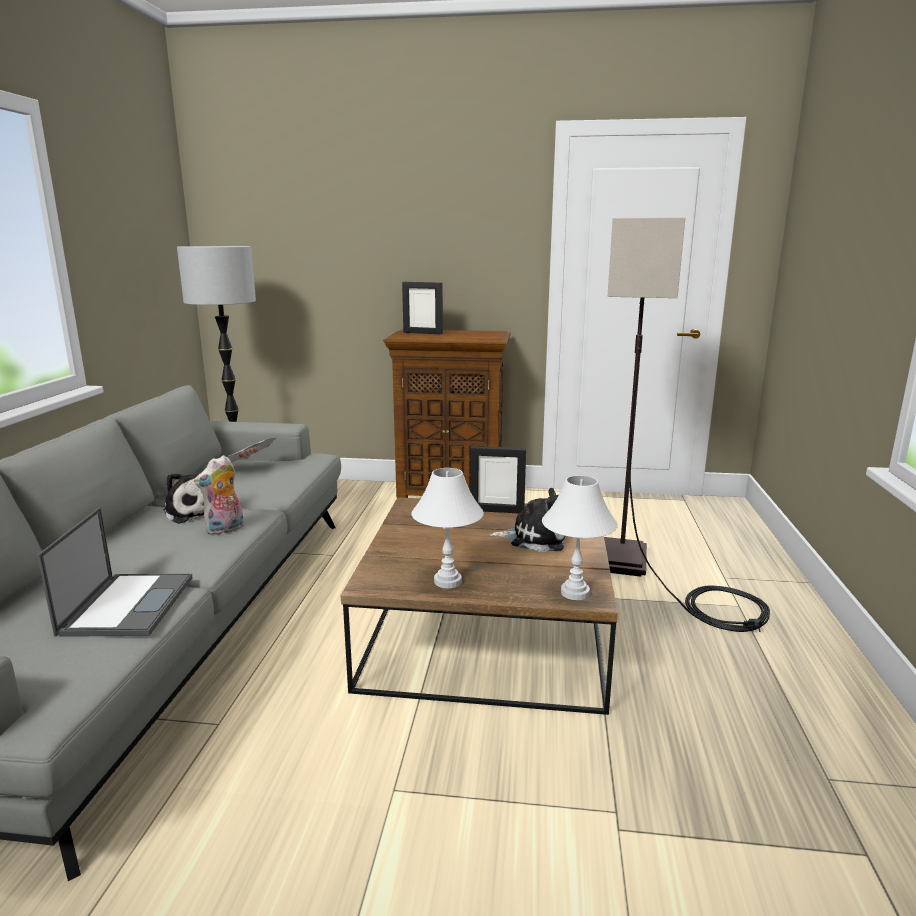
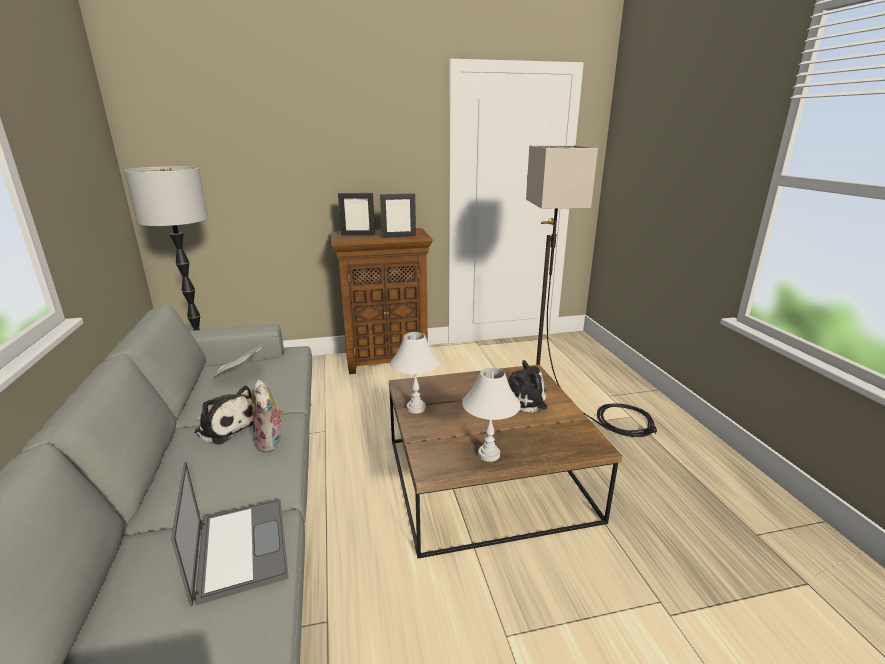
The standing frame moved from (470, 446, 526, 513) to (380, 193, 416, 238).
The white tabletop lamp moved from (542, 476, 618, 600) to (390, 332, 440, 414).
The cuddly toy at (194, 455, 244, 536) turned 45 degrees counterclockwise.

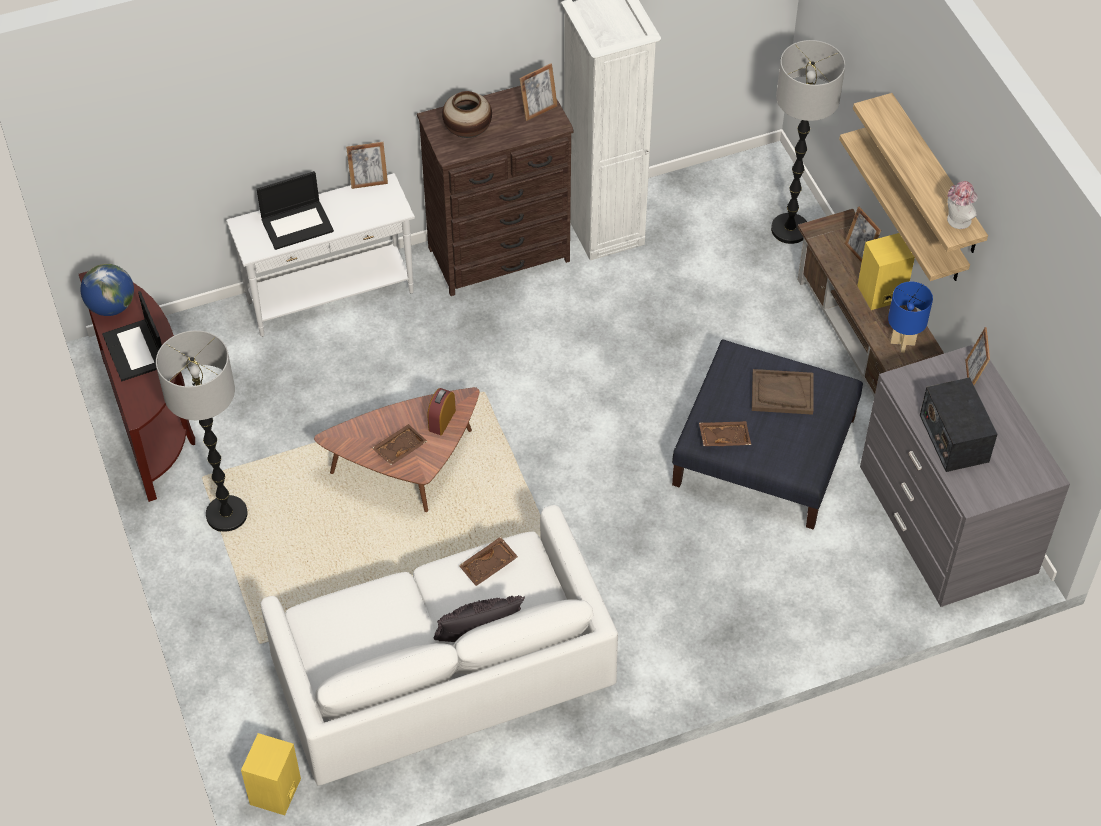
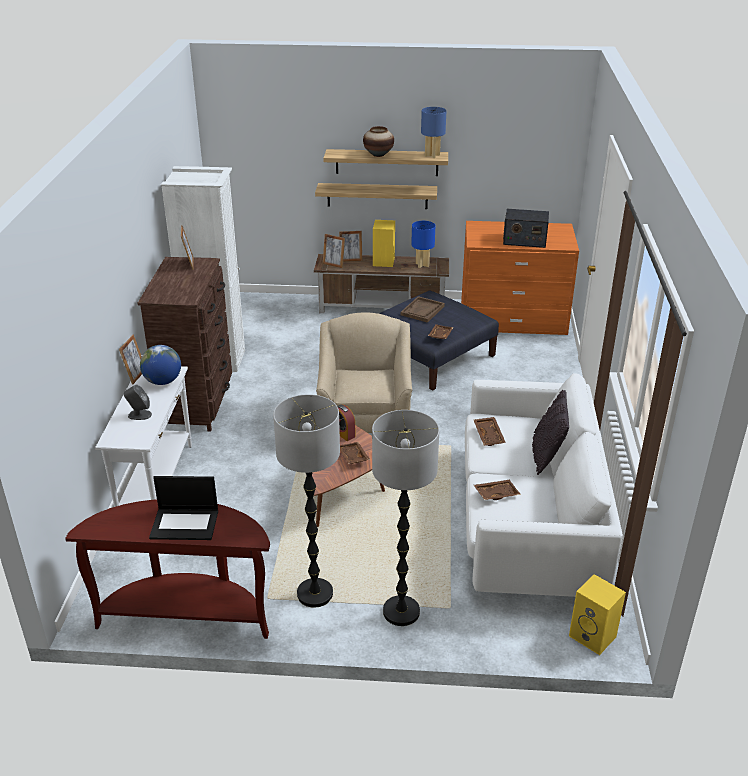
The beige-coloured lounge chair at (316, 312, 412, 433) appeared.
The brownish carrying tray at (474, 479, 521, 500) appeared.
The globe moved from (81, 264, 134, 316) to (140, 345, 181, 385).
The decorative vase moved from (442, 91, 492, 138) to (363, 126, 394, 157).
The standing lamp moved from (771, 40, 845, 244) to (372, 410, 439, 626).
The standing frame moved from (965, 327, 990, 385) to (323, 234, 345, 268).
The laptop at (257, 171, 334, 250) was replaced by the grey audio speaker at (124, 385, 152, 420).
The hat at (947, 181, 978, 229) was replaced by the blue-coloured tabletop lamp at (421, 107, 446, 158).
The grey chest of drawers at (860, 344, 1070, 607) became the orangey chest of drawers at (461, 221, 579, 335).

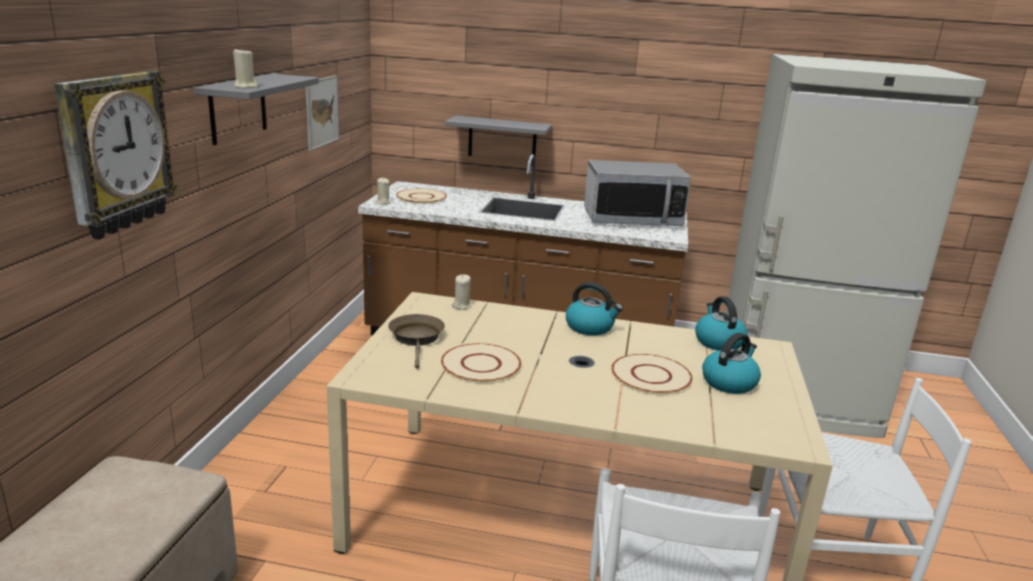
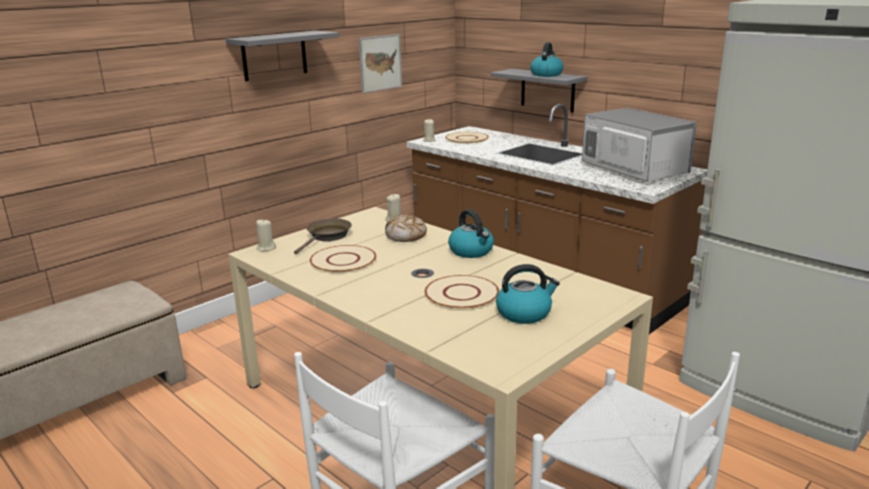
The hanging clock at (54, 71, 177, 239) disappeared.
The baked bread at (385, 215, 427, 242) appeared.
The beige-coloured wax light moved from (233, 47, 258, 88) to (256, 220, 276, 252).
The water kettle moved from (695, 296, 748, 351) to (530, 43, 563, 77).
The microwave at (584, 160, 691, 226) turned 150 degrees counterclockwise.

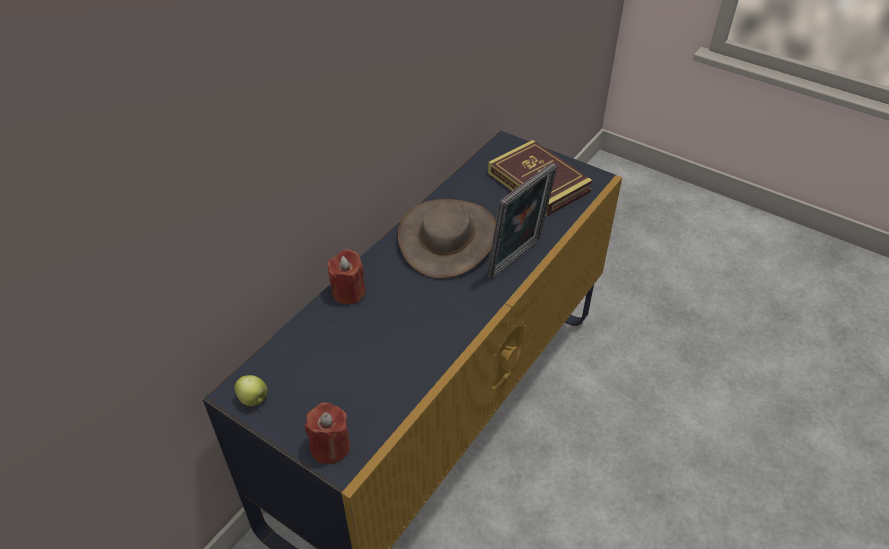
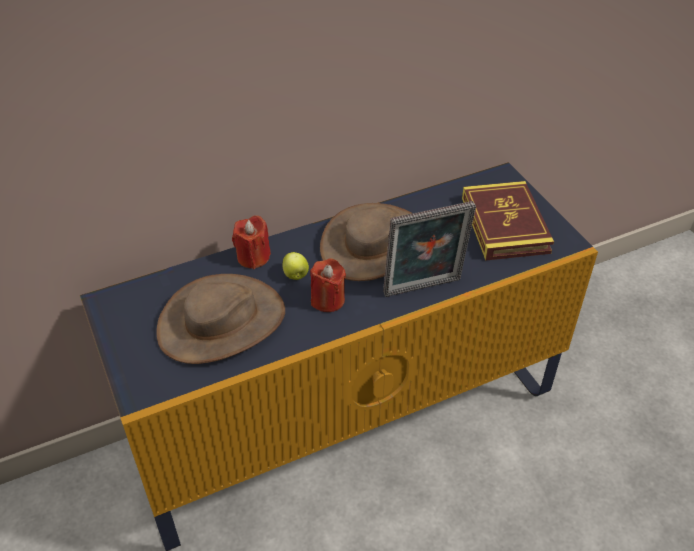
The brownish hat at (156, 274, 285, 364) appeared.
The whole apple moved from (234, 375, 267, 406) to (283, 252, 309, 280).
The red wax light moved from (305, 403, 350, 464) to (310, 258, 346, 312).

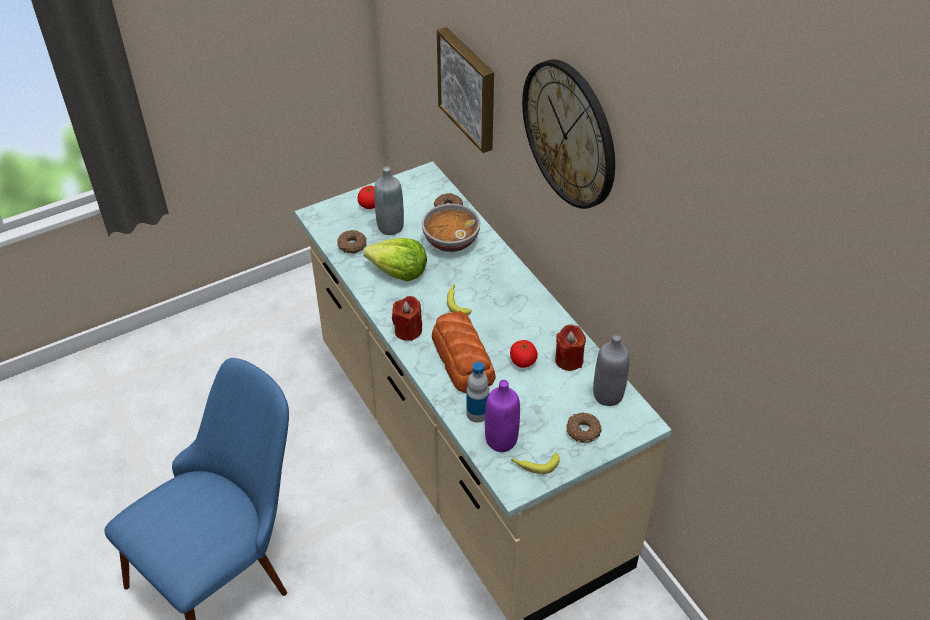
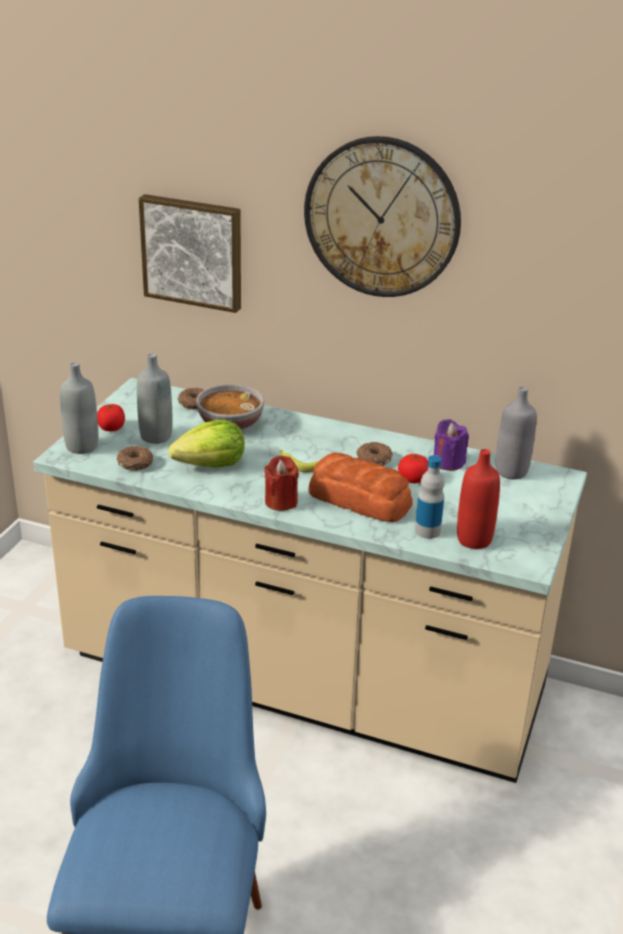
The whole banana at (510, 453, 560, 474) disappeared.
The grey beverage bottle at (60, 362, 98, 454) appeared.
The doughnut moved from (566, 413, 602, 443) to (356, 442, 393, 466).
The purple beverage bottle at (485, 380, 520, 452) became the red beverage bottle at (457, 449, 500, 549).
The red wax light at (555, 325, 586, 371) became the purple wax light at (434, 419, 469, 471).

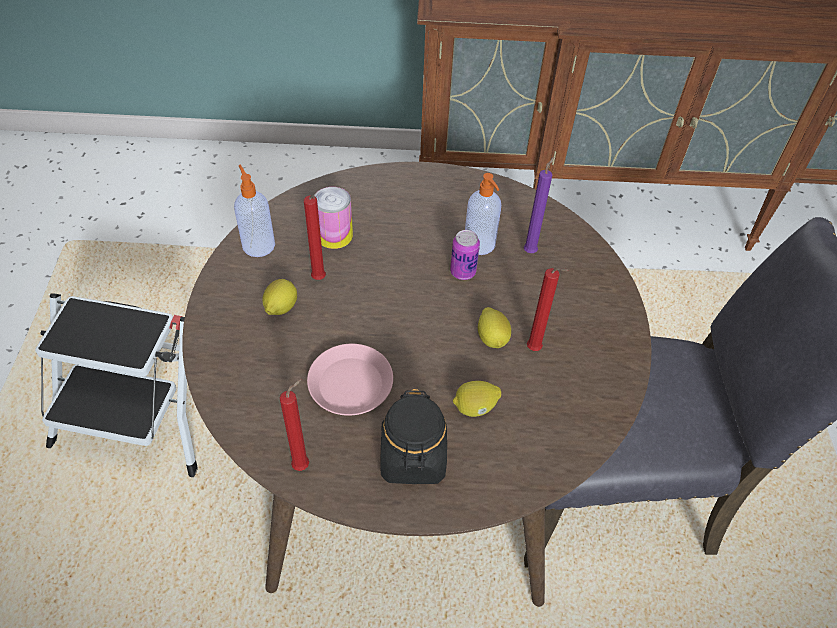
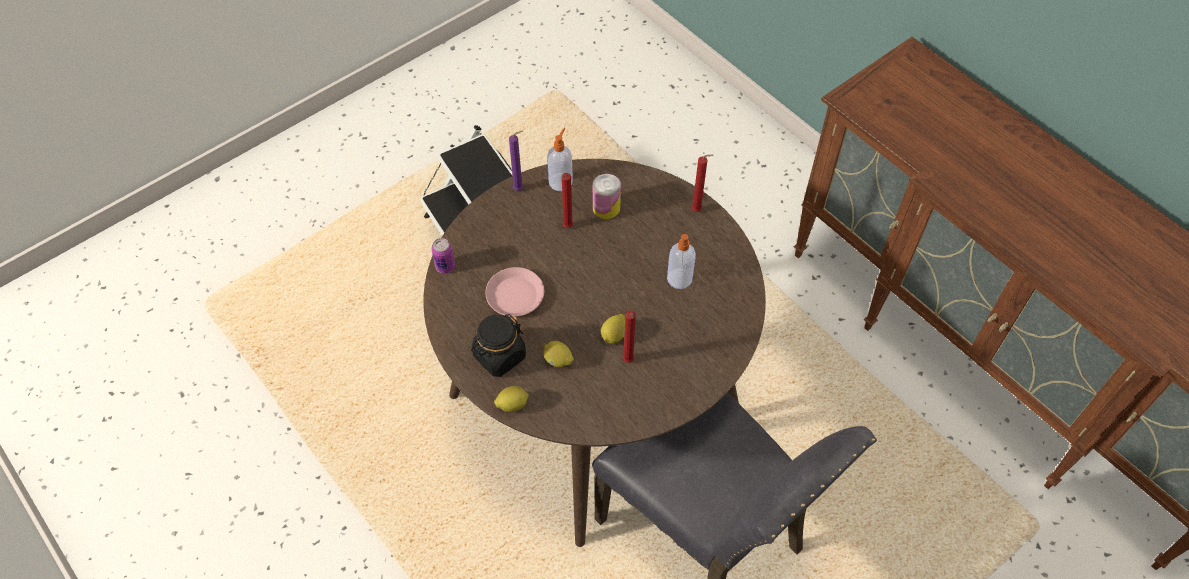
The lemon moved from (262, 279, 297, 315) to (494, 386, 529, 412).
The red wax light moved from (280, 379, 309, 471) to (691, 154, 713, 212).
The sealed can moved from (450, 230, 480, 280) to (431, 238, 455, 274).
The purple wax light moved from (524, 157, 554, 253) to (509, 131, 523, 191).

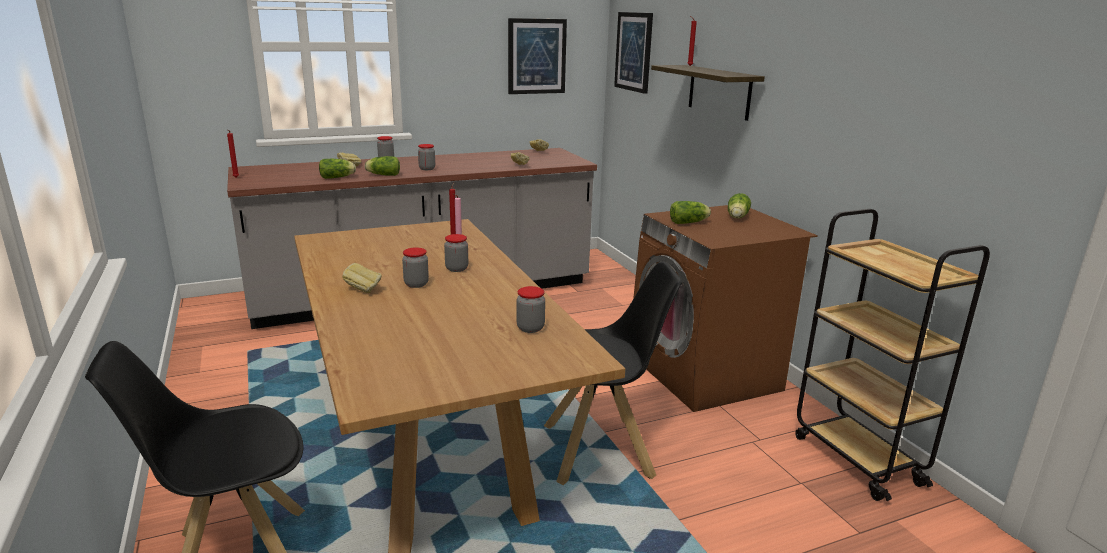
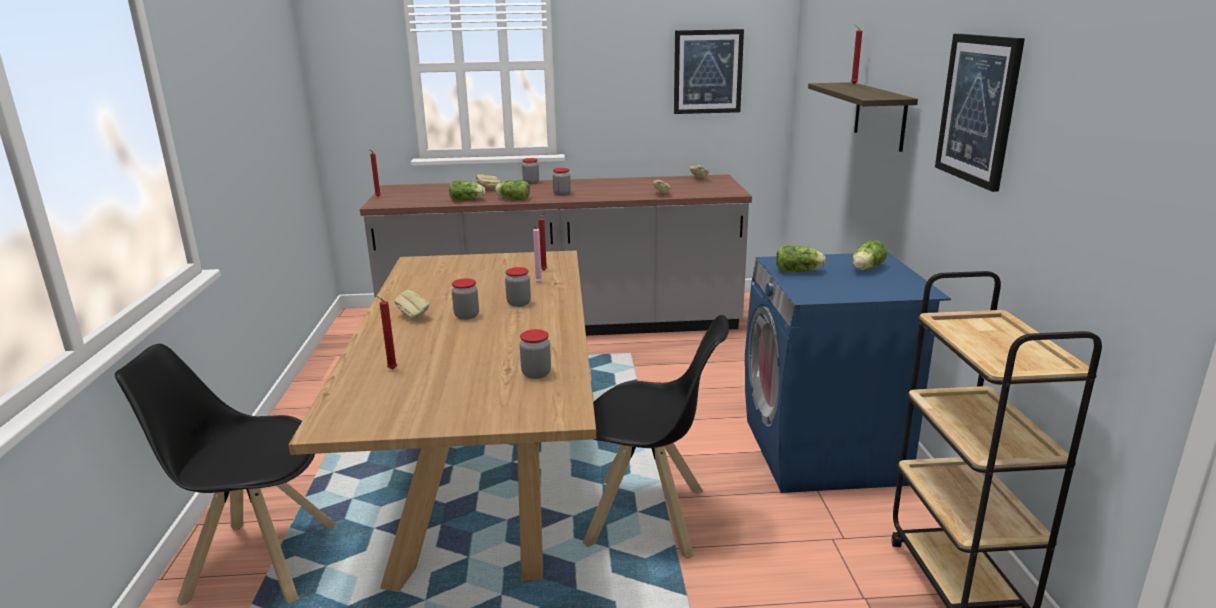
The red wax light at (374, 295, 397, 370) appeared.
The wall art moved from (614, 12, 653, 94) to (935, 33, 1025, 192).
The brownish washing machine at (633, 205, 818, 412) became the blue-coloured washing machine at (745, 252, 951, 493).

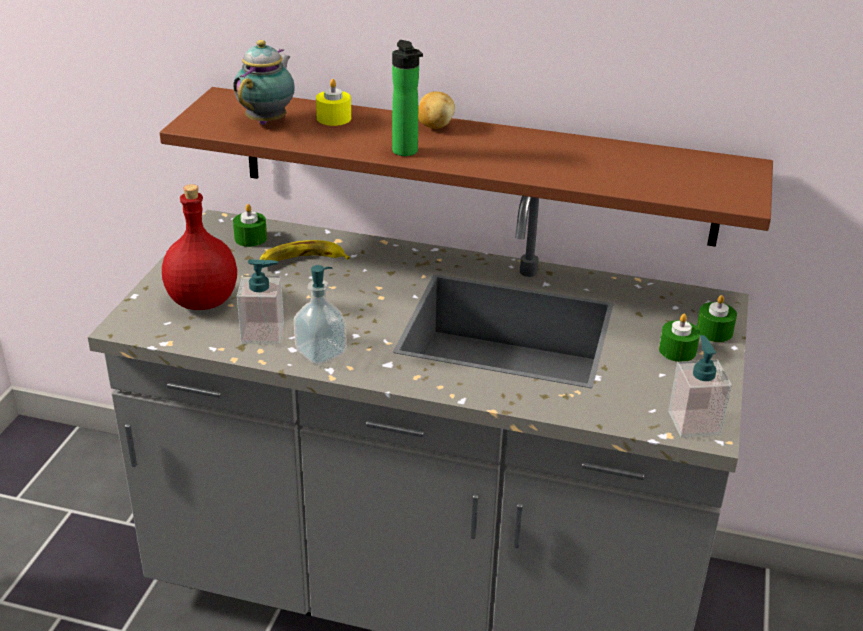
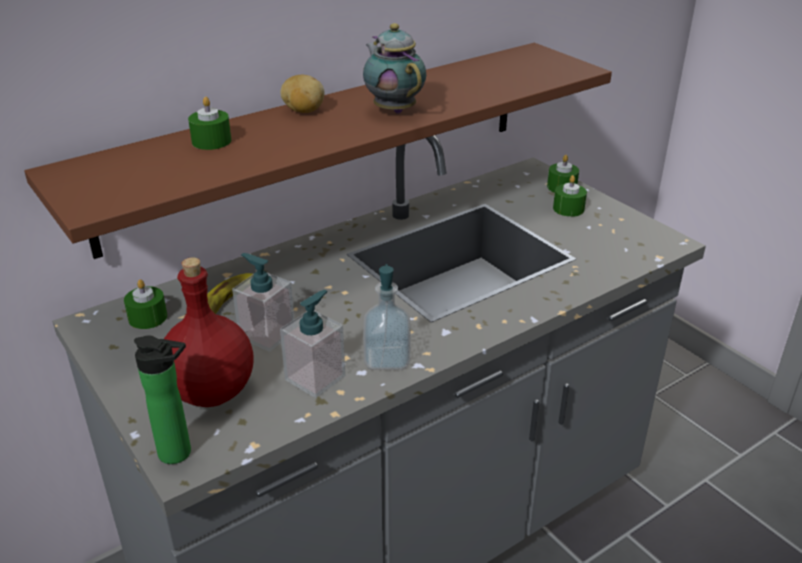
The teapot moved from (233, 40, 295, 125) to (363, 23, 426, 114).
The beverage bottle moved from (392, 40, 423, 156) to (134, 336, 191, 464).
The liquid soap bottle moved from (668, 335, 732, 438) to (232, 253, 294, 352).
The yellow-coloured wax light at (316, 79, 351, 126) became the greenish wax light at (188, 97, 231, 150).

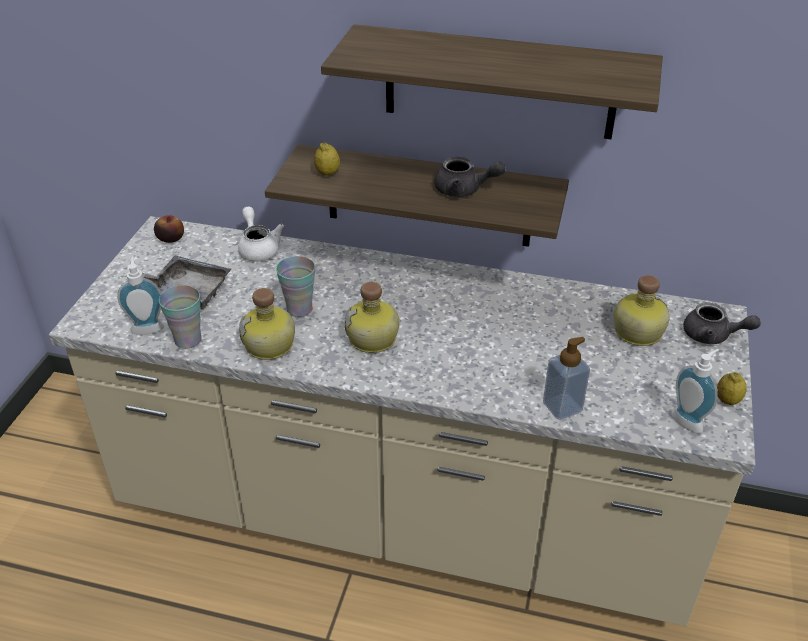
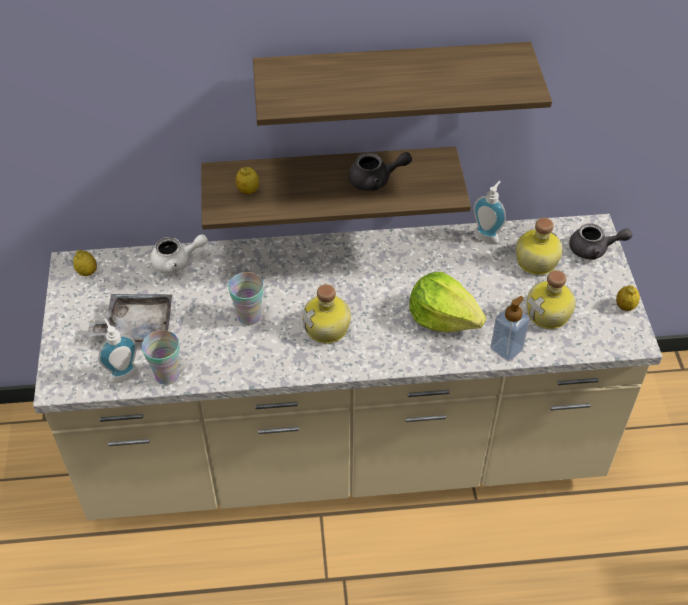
The head of lettuce at (409, 271, 486, 332) appeared.
The beverage bottle moved from (239, 288, 295, 360) to (527, 270, 576, 329).
The liquid soap bottle moved from (672, 349, 719, 433) to (474, 181, 506, 243).
The whole apple at (154, 215, 184, 243) was replaced by the lemon at (73, 250, 97, 276).
The white teapot at (238, 207, 284, 262) turned 120 degrees clockwise.

